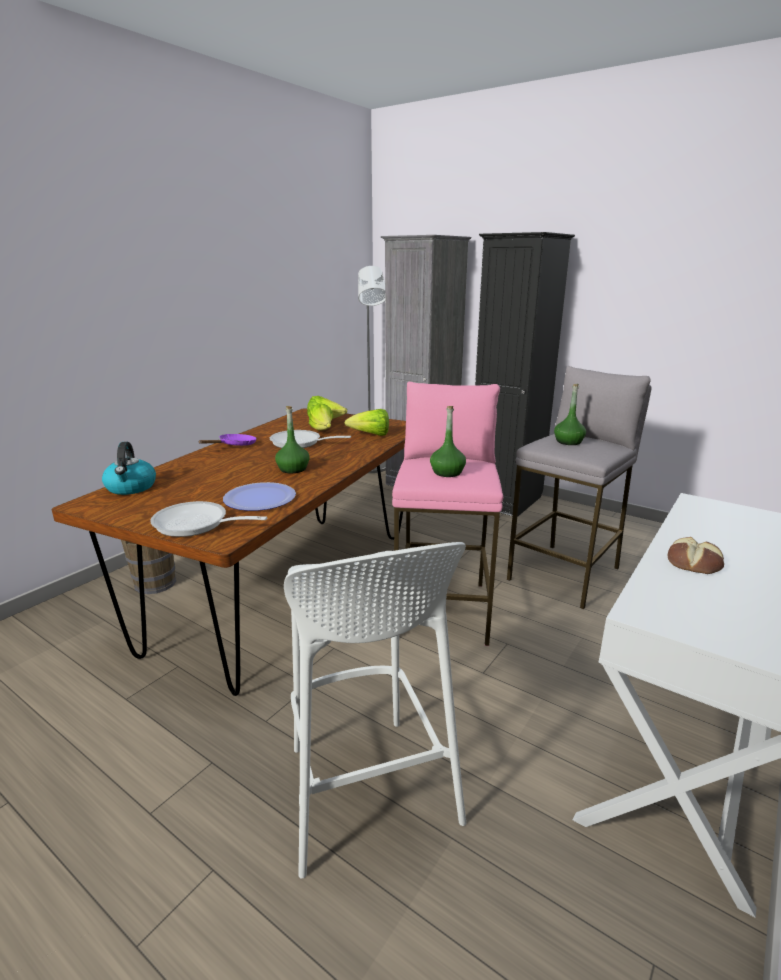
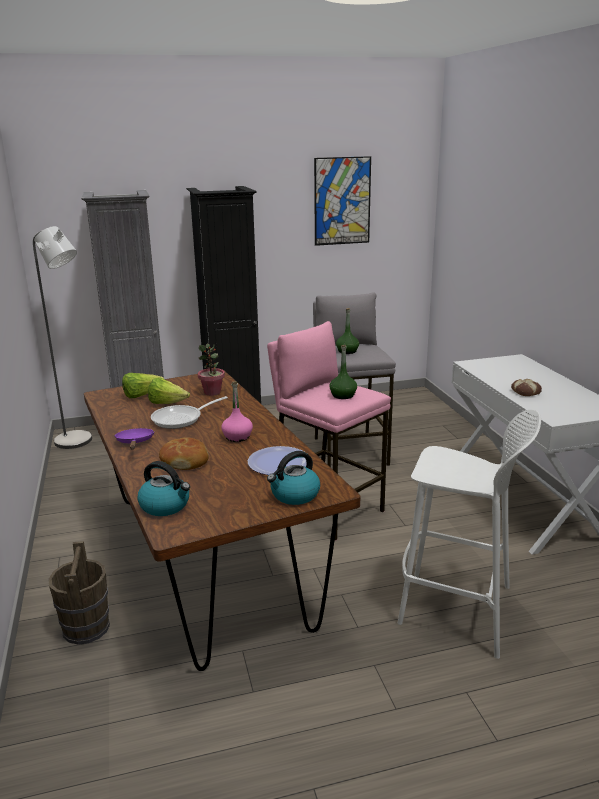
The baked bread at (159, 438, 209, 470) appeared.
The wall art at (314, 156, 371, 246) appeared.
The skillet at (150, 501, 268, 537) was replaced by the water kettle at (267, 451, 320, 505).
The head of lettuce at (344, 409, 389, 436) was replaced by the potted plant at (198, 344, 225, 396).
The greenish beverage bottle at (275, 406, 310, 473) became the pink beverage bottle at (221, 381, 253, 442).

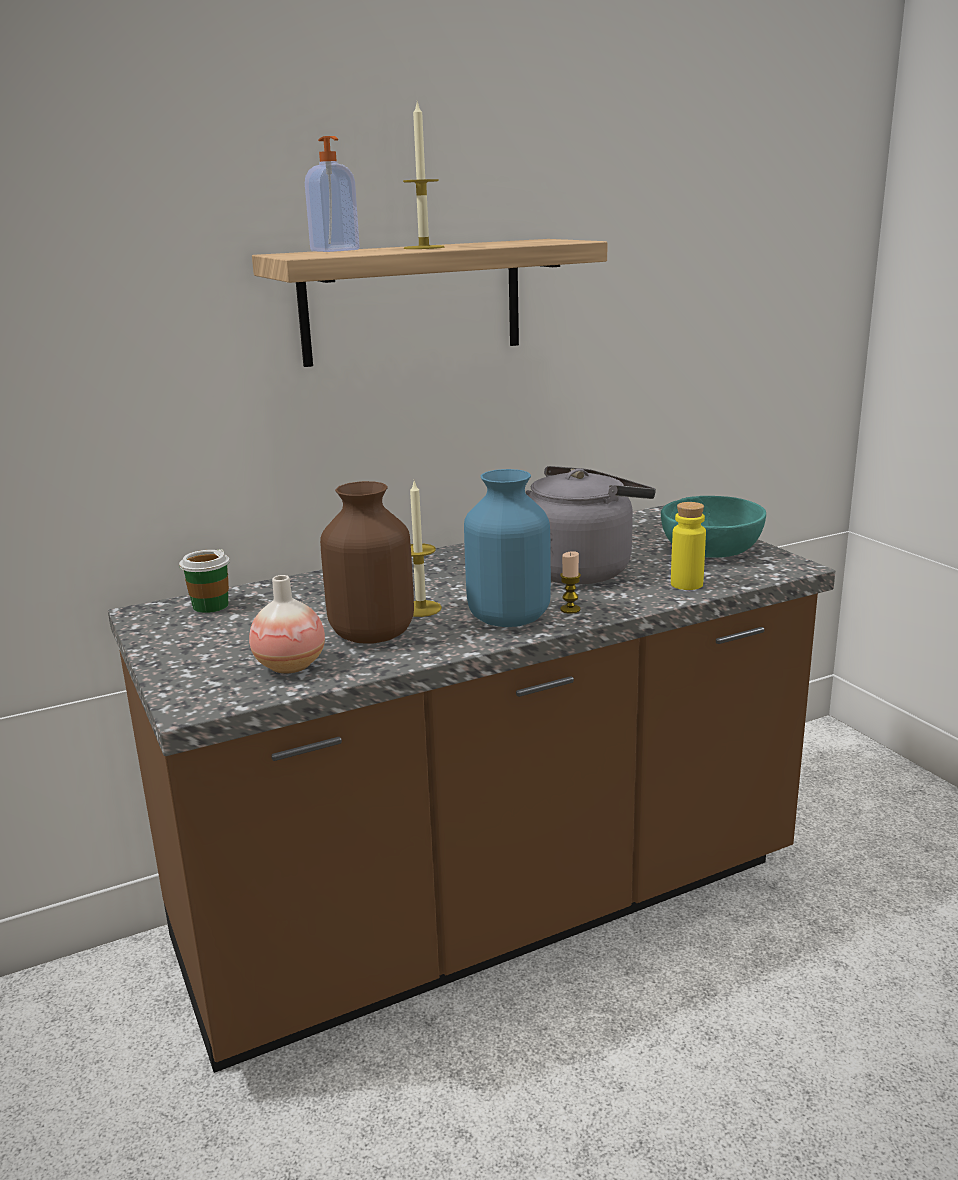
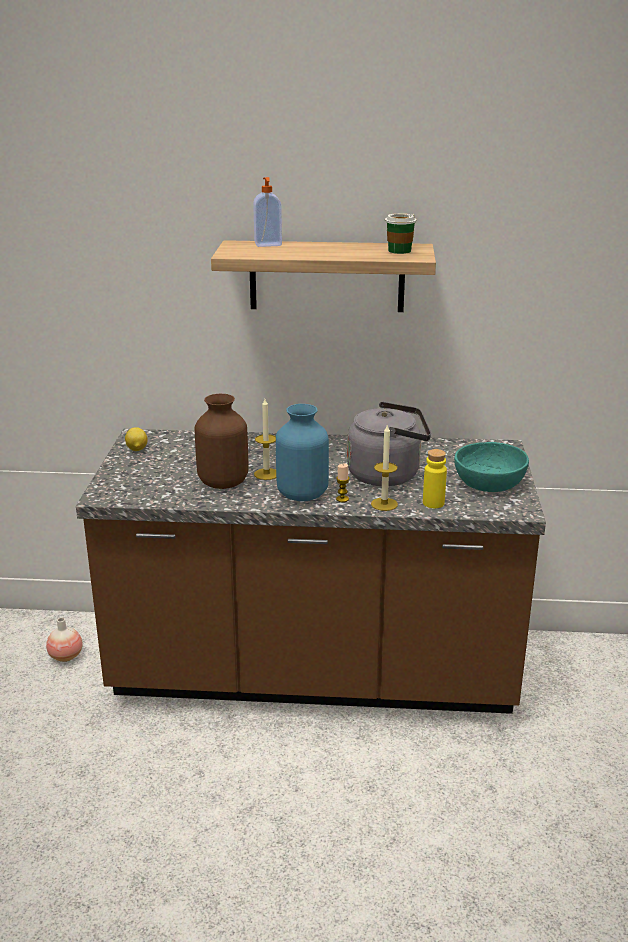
The lemon at (125, 427, 148, 451) appeared.
The small cup moved from (179, 549, 229, 613) to (385, 213, 417, 254).
The decorative vase moved from (249, 575, 325, 674) to (46, 618, 83, 662).
The wax light moved from (403, 102, 444, 249) to (371, 425, 398, 511).

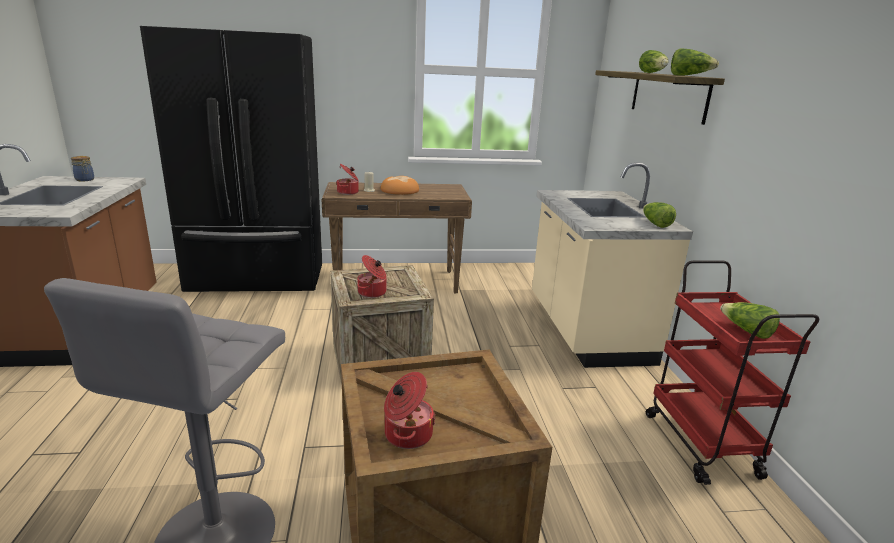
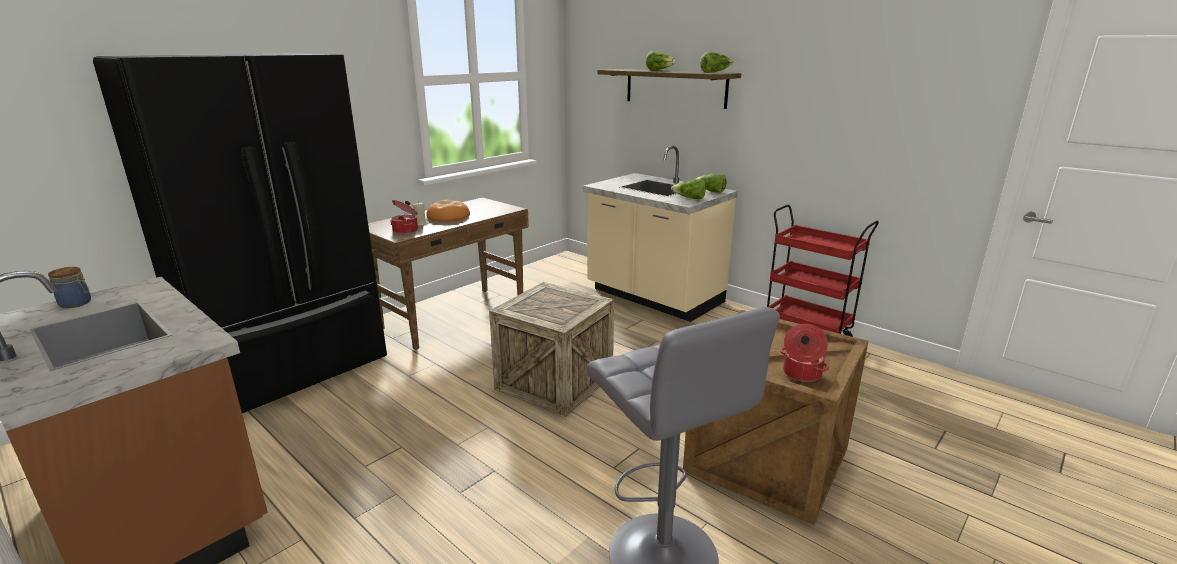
The saucepot at (357, 255, 386, 298) disappeared.
The head of lettuce moved from (720, 302, 780, 339) to (671, 179, 706, 199).

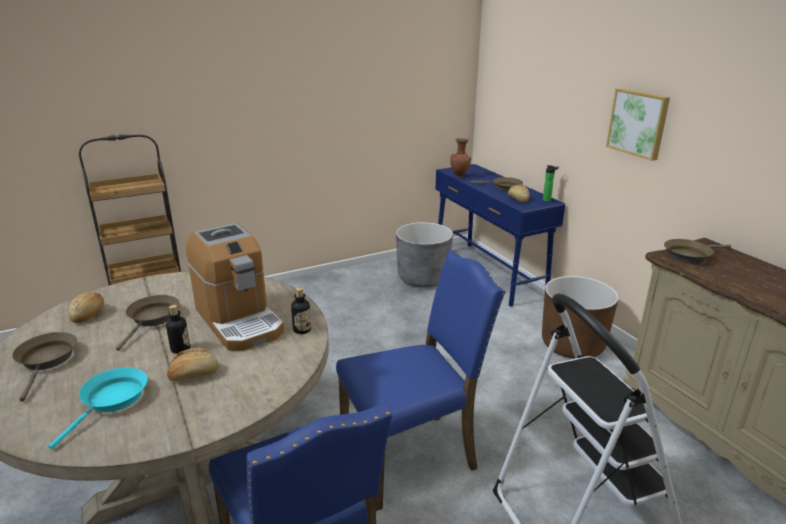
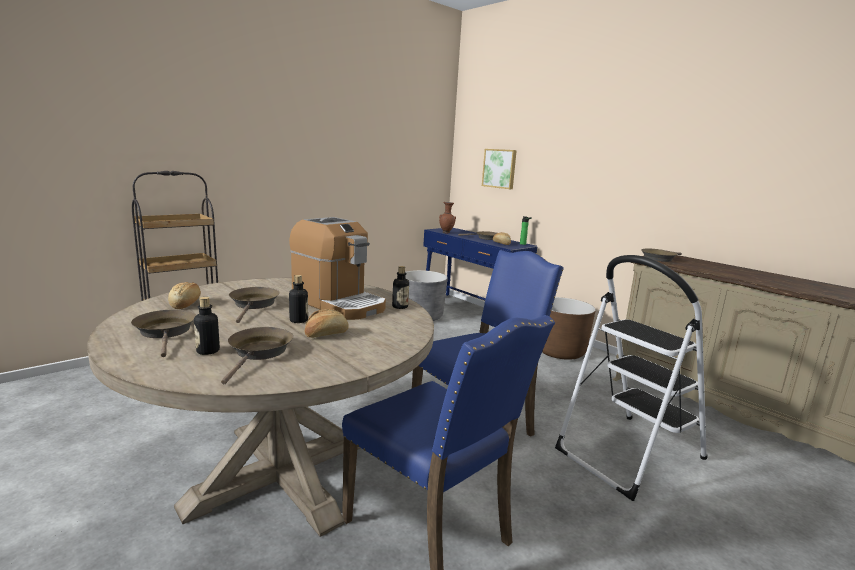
The beverage bottle at (194, 297, 220, 355) appeared.
The wall art moved from (606, 88, 670, 161) to (482, 149, 517, 189).
The turquoise-coloured skillet at (48, 367, 148, 449) became the brownish skillet at (221, 327, 293, 385).

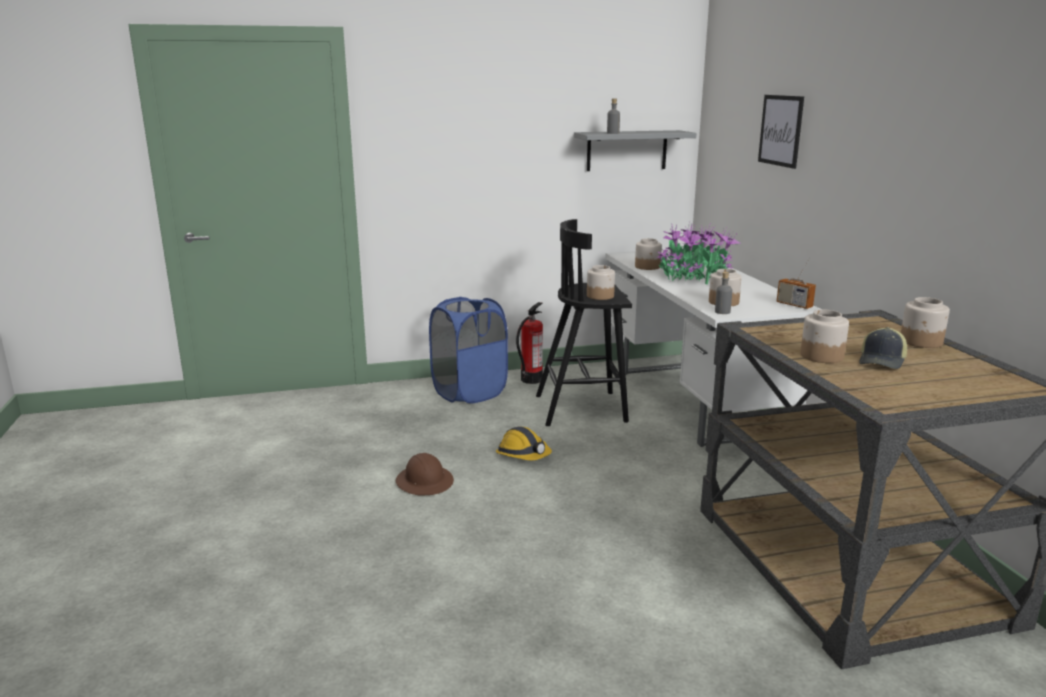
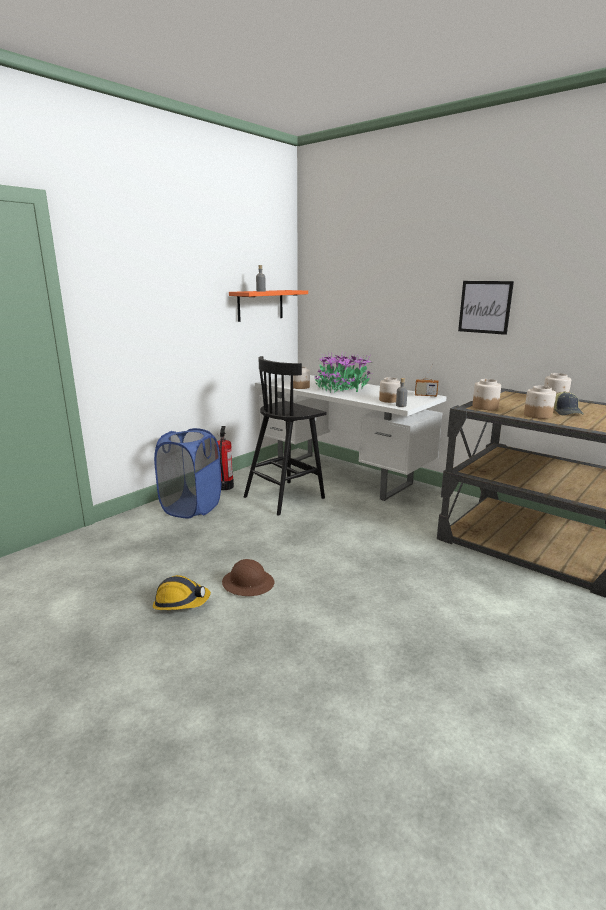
The work helmet moved from (496, 427, 552, 461) to (153, 575, 211, 610).
The jar moved from (587, 265, 615, 300) to (472, 379, 501, 410).
The wall art moved from (758, 95, 804, 169) to (458, 281, 514, 335).
The grey wall shelf at (574, 130, 697, 171) became the orangey wall shelf at (229, 290, 308, 322).

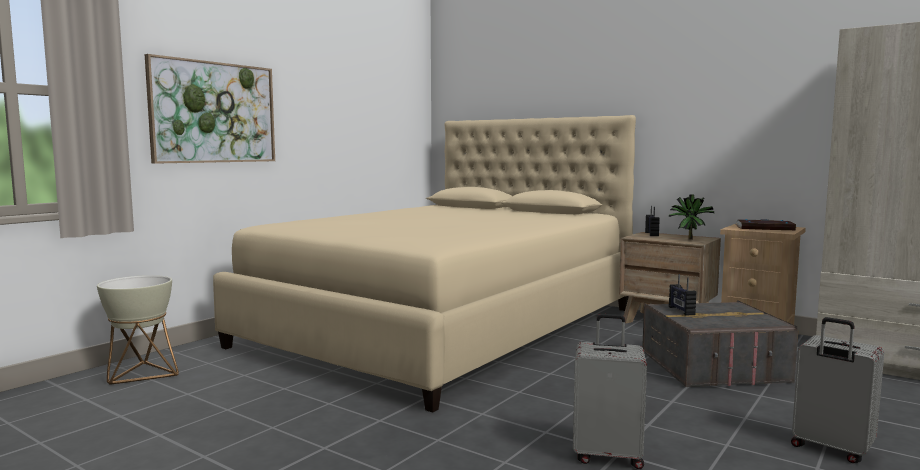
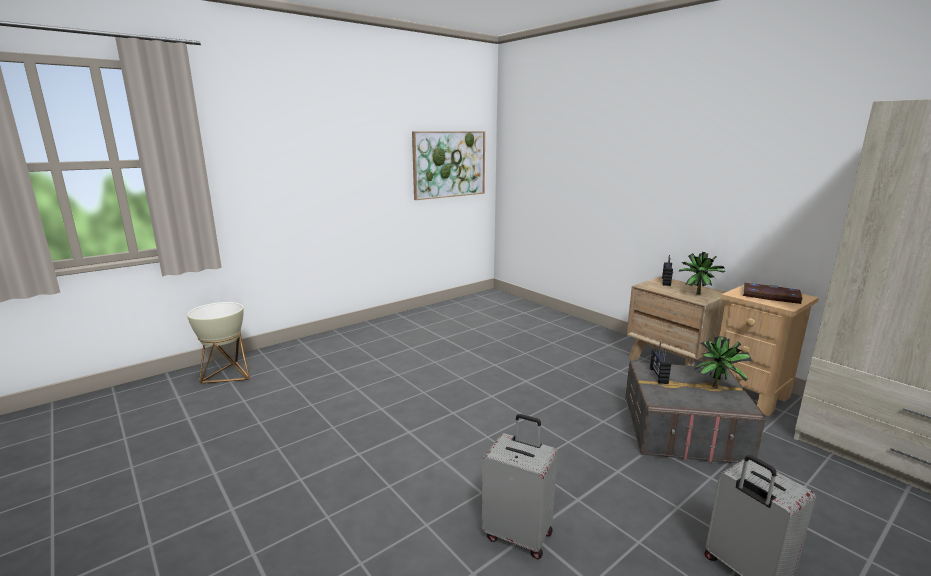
The beige-coloured bed at (213, 115, 636, 413) disappeared.
The potted plant at (695, 336, 752, 389) appeared.
The wall art moved from (145, 54, 275, 164) to (412, 131, 485, 200).

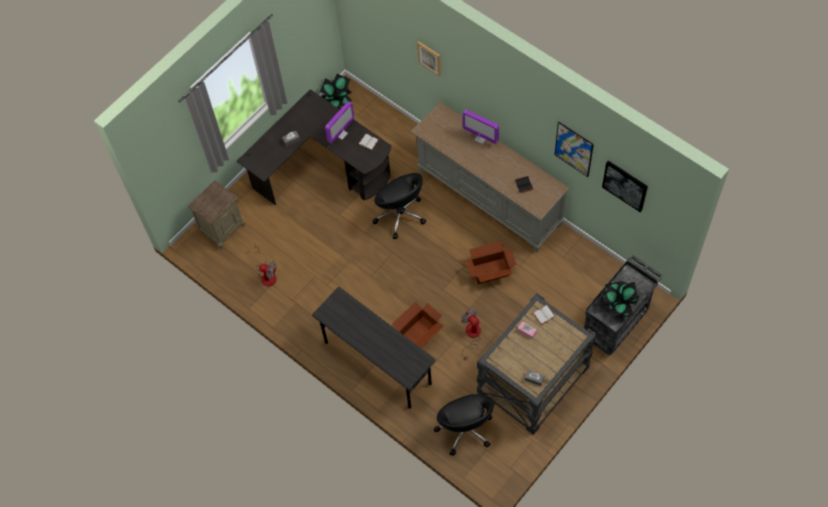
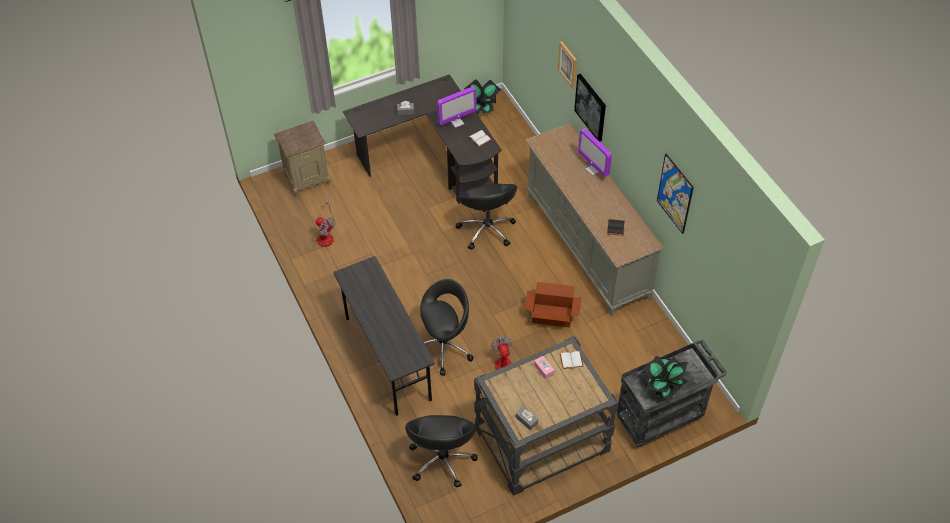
The wall art moved from (602, 161, 648, 212) to (574, 74, 606, 142).
The packing box at (392, 301, 444, 348) was replaced by the black office chair at (420, 279, 474, 376).

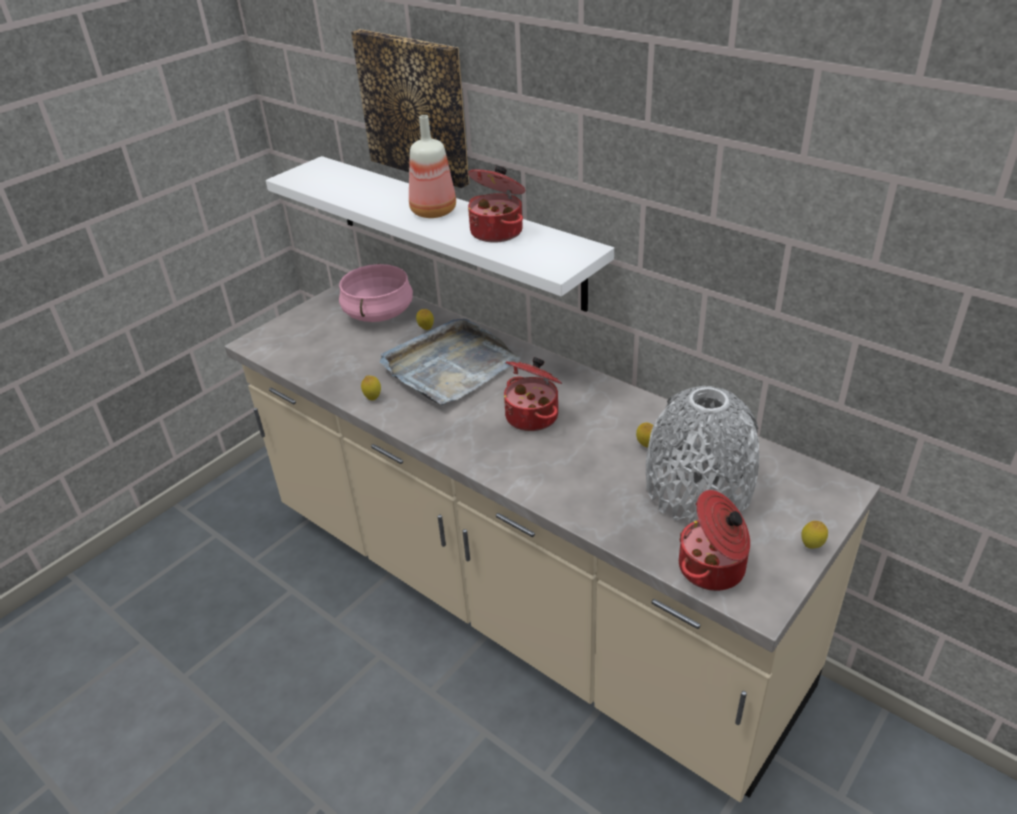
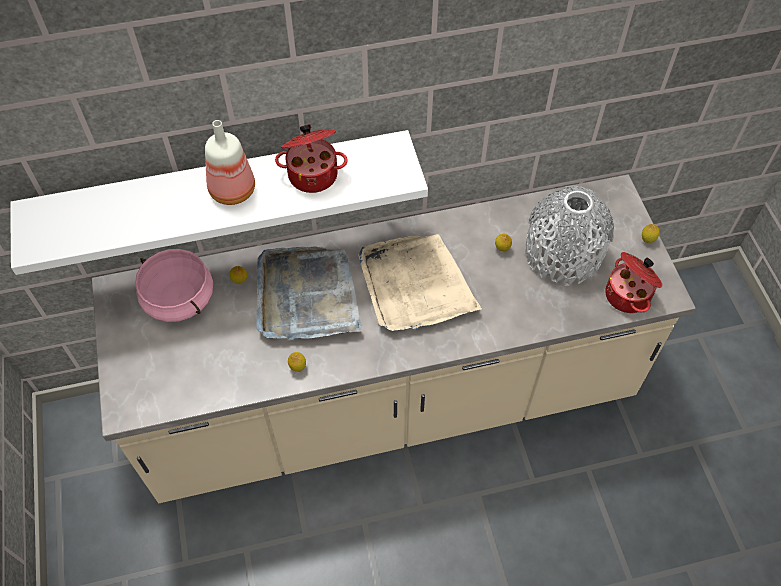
The wall art at (351, 29, 469, 188) disappeared.
The saucepot at (504, 357, 562, 431) was replaced by the beige-coloured carrying tray at (358, 234, 482, 331).

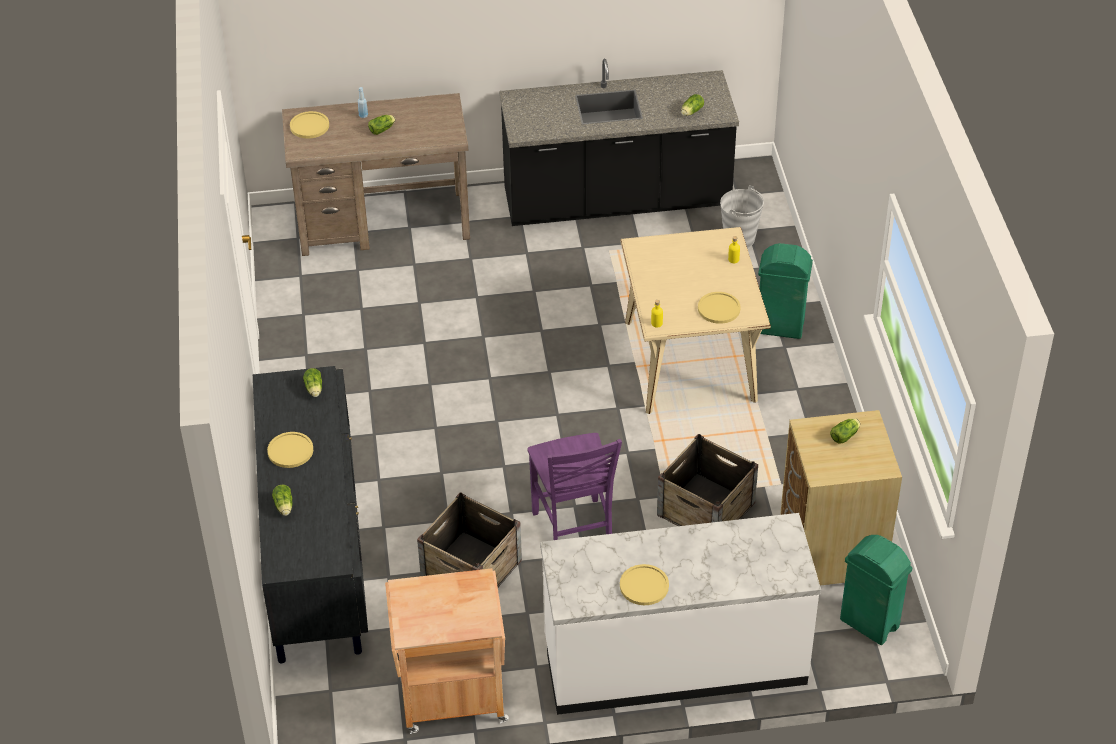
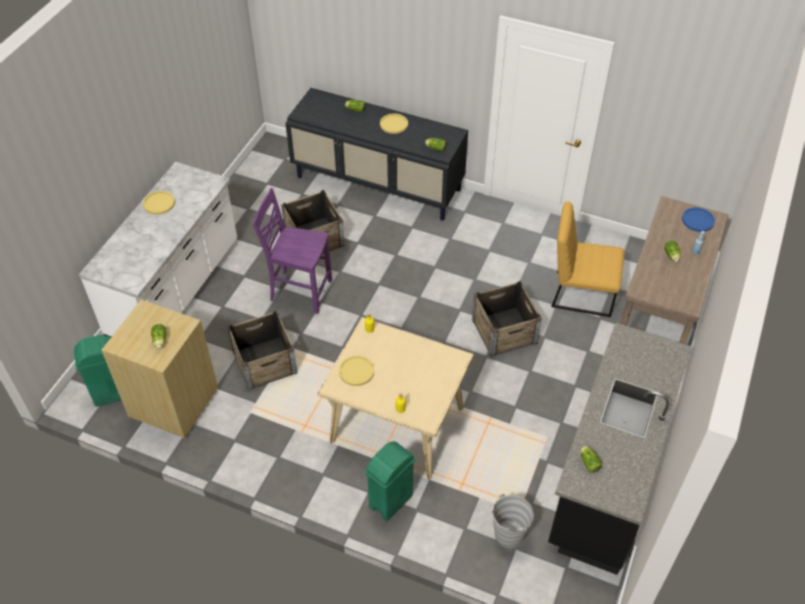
The brownish trolley at (385, 568, 509, 734) disappeared.
The shipping crate at (472, 281, 542, 357) appeared.
The yellow-coloured plain chair at (551, 201, 624, 317) appeared.
The yellow-coloured dinner plate at (290, 111, 329, 138) became the blue-coloured dinner plate at (682, 207, 715, 232).

